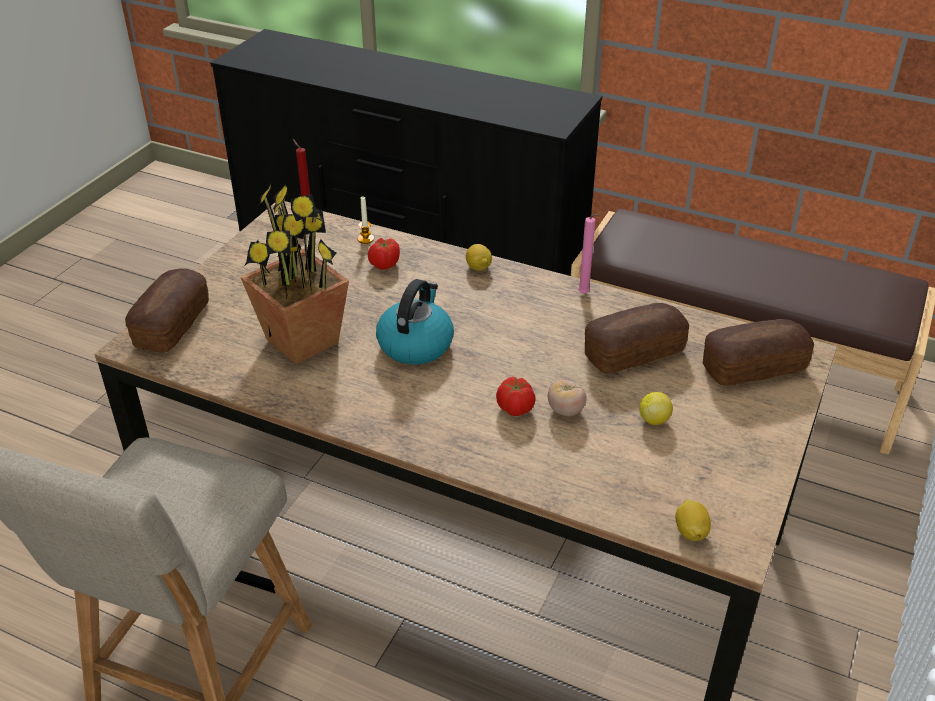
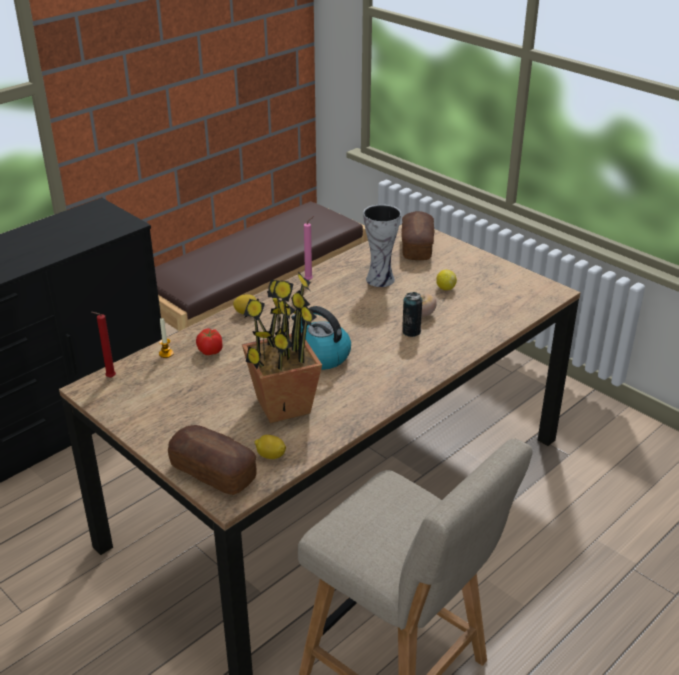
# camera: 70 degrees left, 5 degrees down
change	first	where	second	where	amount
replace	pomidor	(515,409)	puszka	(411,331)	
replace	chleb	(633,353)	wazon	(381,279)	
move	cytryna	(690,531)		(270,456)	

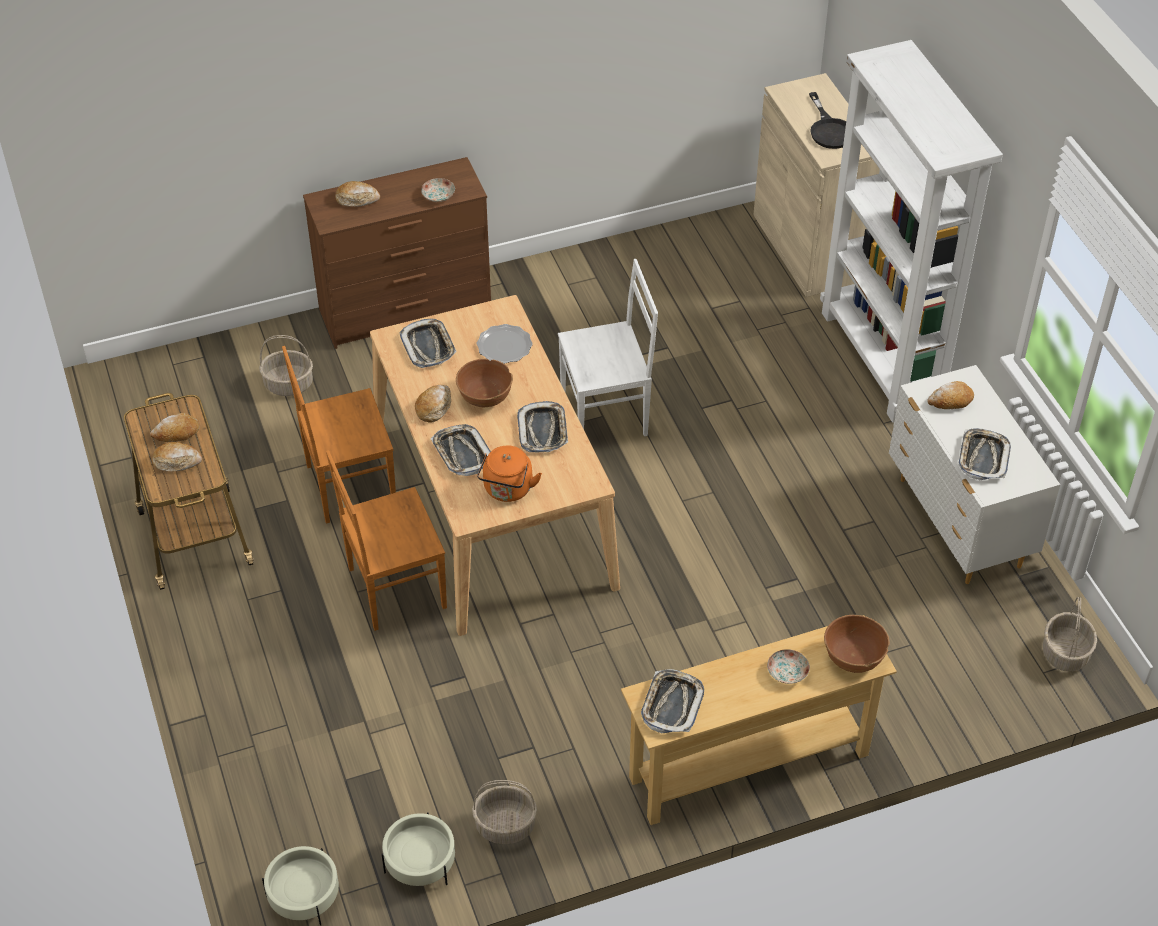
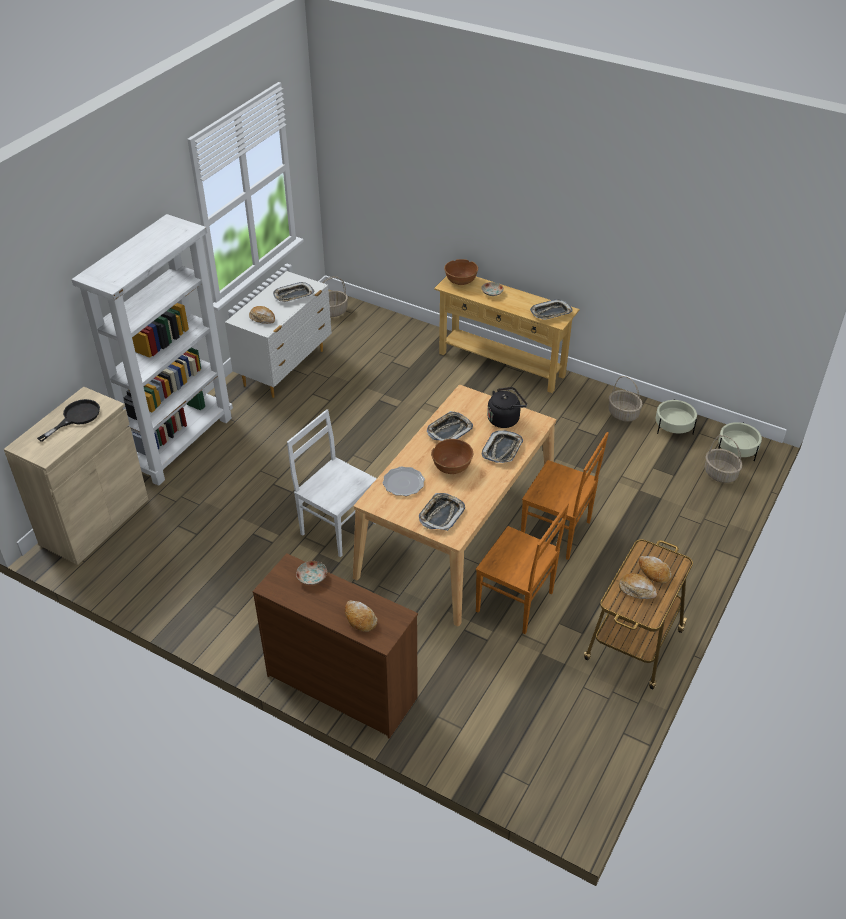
# camera: 130 degrees left, 5 degrees down
change	first	where	second	where	amount
move	koszyk	(289,384)		(720,474)	
delete	chleb	(434,407)			
recolor	czajnik/pomarańczowy	(507,490)	czajnik/czarny	(505,419)	

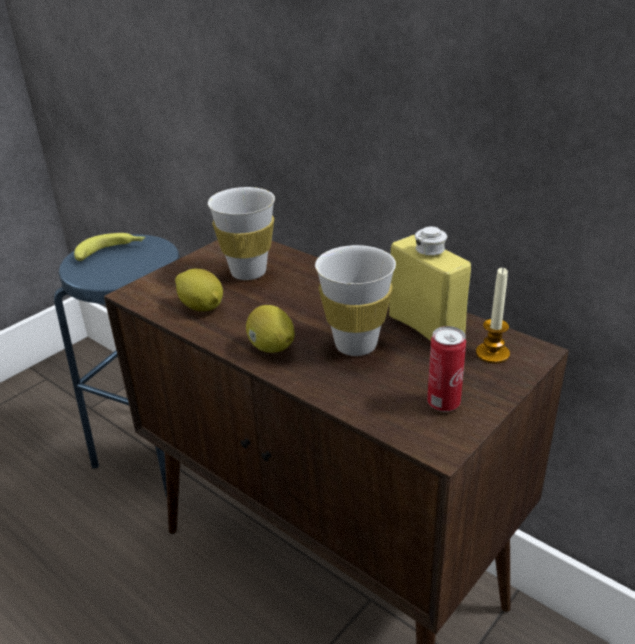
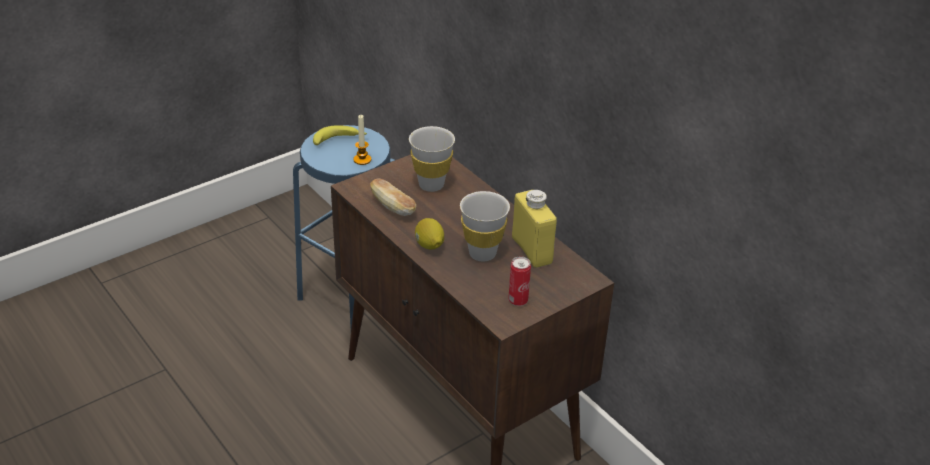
# camera: 10 degrees right, 5 degrees up
change	first	where	second	where	amount
replace	cytryna	(201,307)	chleb	(393,207)	
move	świeca	(492,354)		(362,160)	

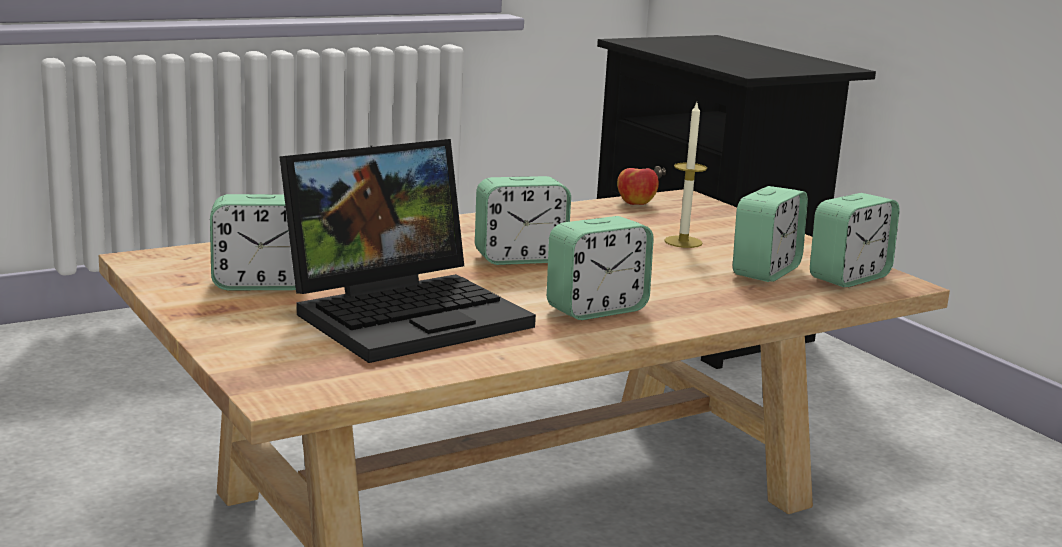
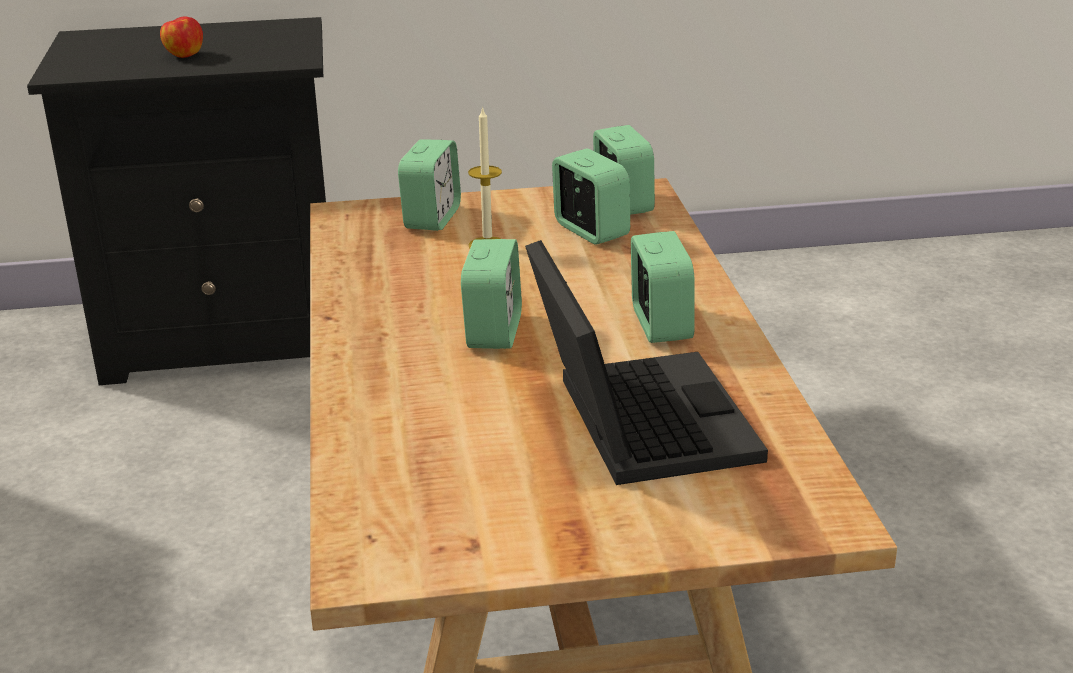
# camera: 65 degrees left, 10 degrees up
change	first	where	second	where	amount
move	budzik	(261,284)		(432,218)	
move	jabłko	(636,203)		(184,55)	

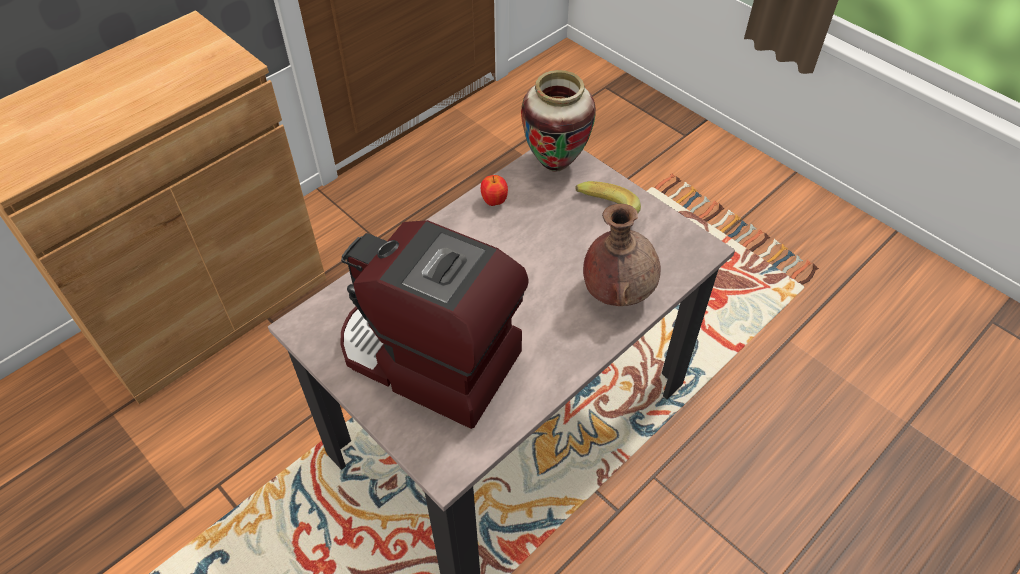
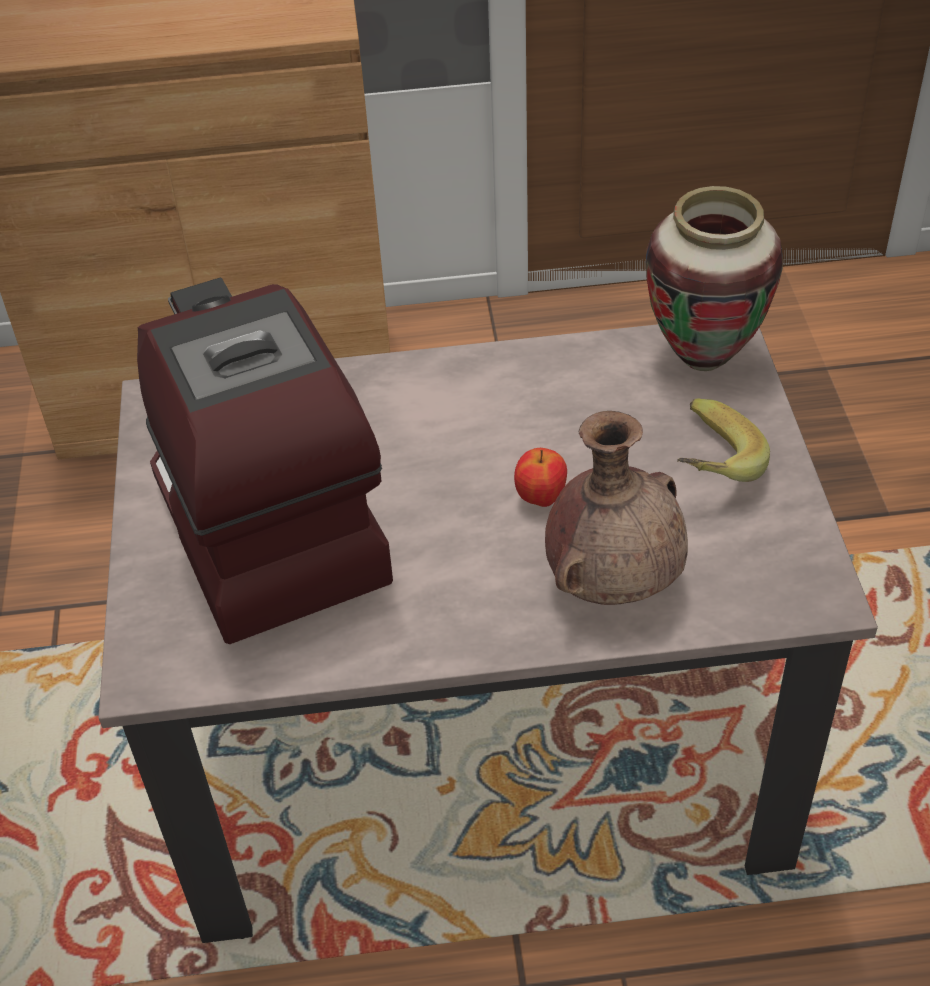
# camera: 40 degrees right, 5 degrees down
change	first	where	second	where	amount
move	jabłko	(494,201)		(540,498)	

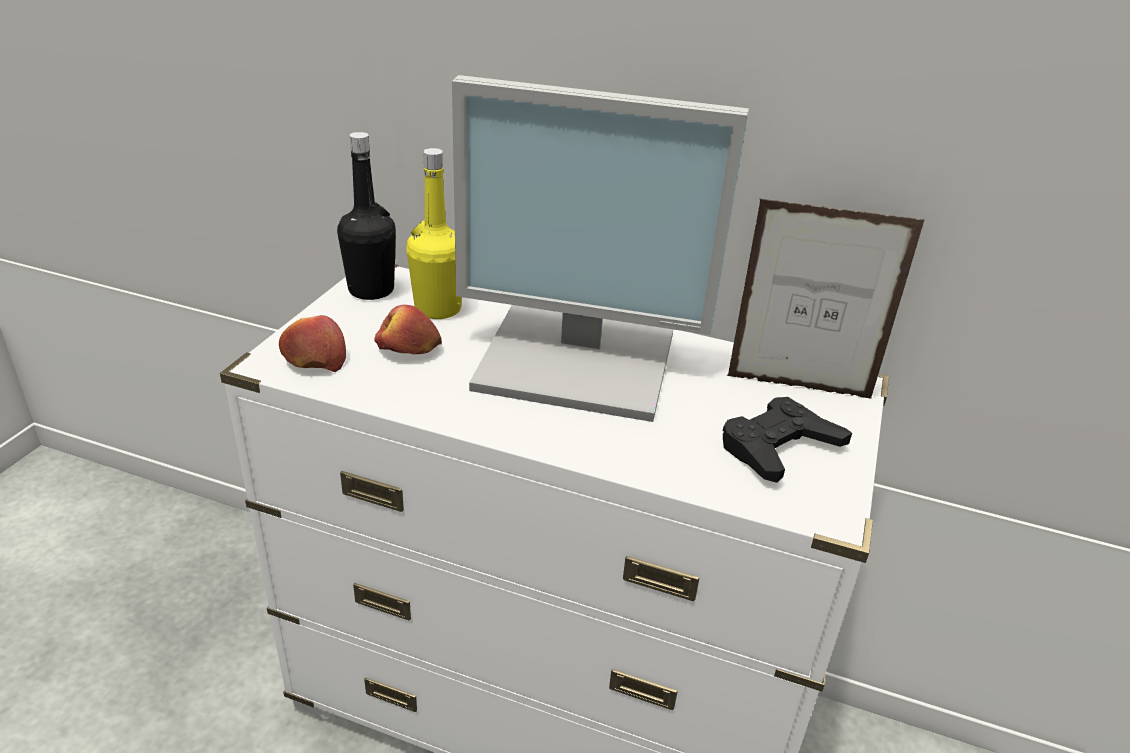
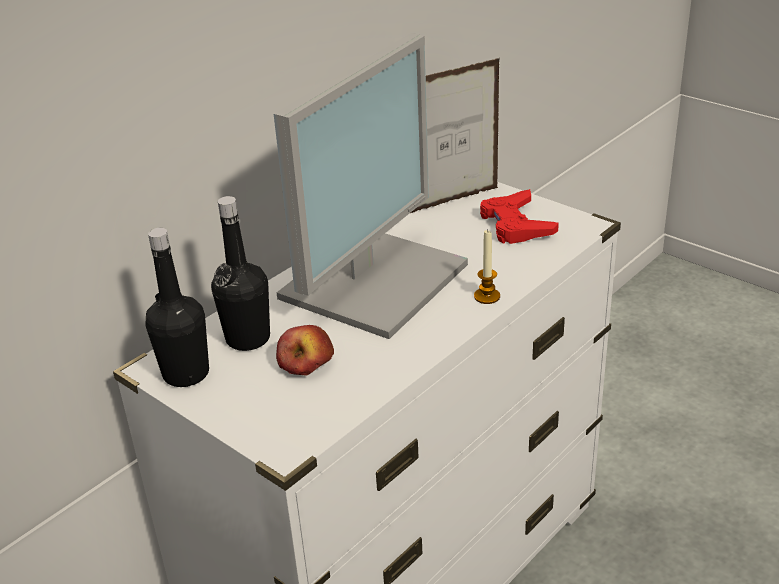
# camera: 65 degrees left, 0 degrees up
change	first	where	second	where	amount
delete	jabłko	(314,359)			
recolor	butelka/żółty	(438,309)	butelka/czarny	(248,338)	
recolor	pad do gier/czarny	(778,447)	pad do gier/czerwony	(515,224)	
rotate	ramka na zdjęcie	(797,387)		(453,200)	150 degrees counterclockwise
insert			świeca	(487,296)	

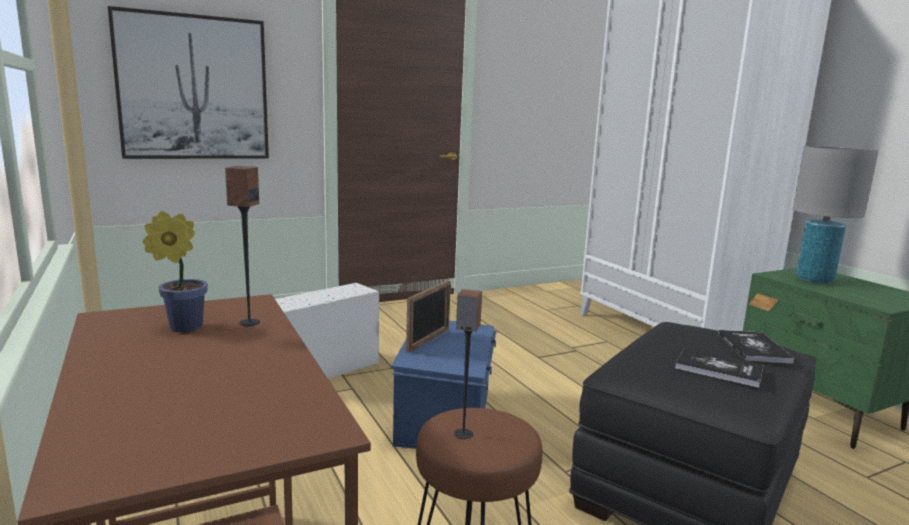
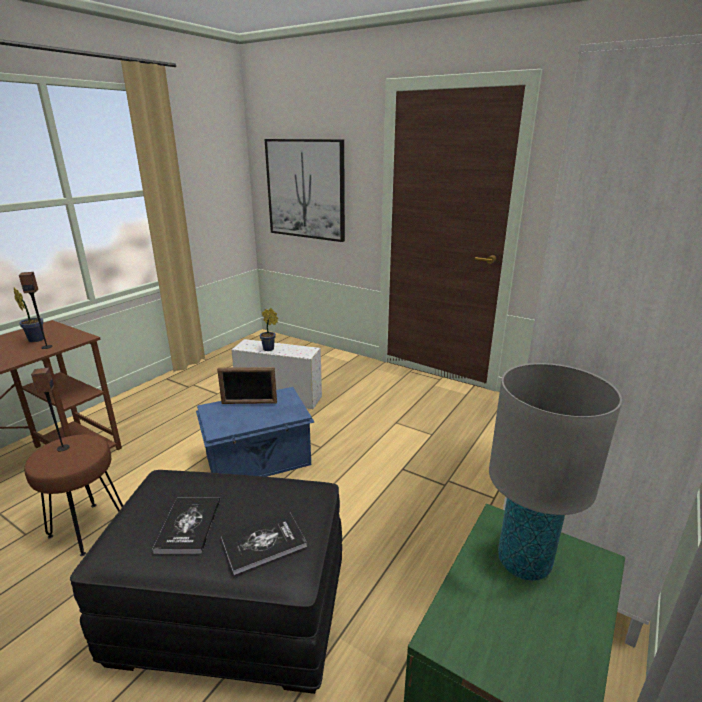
# camera: 60 degrees right, 10 degrees up
change	first	where	second	where	amount
insert			roślina doniczkowa	(270,349)	

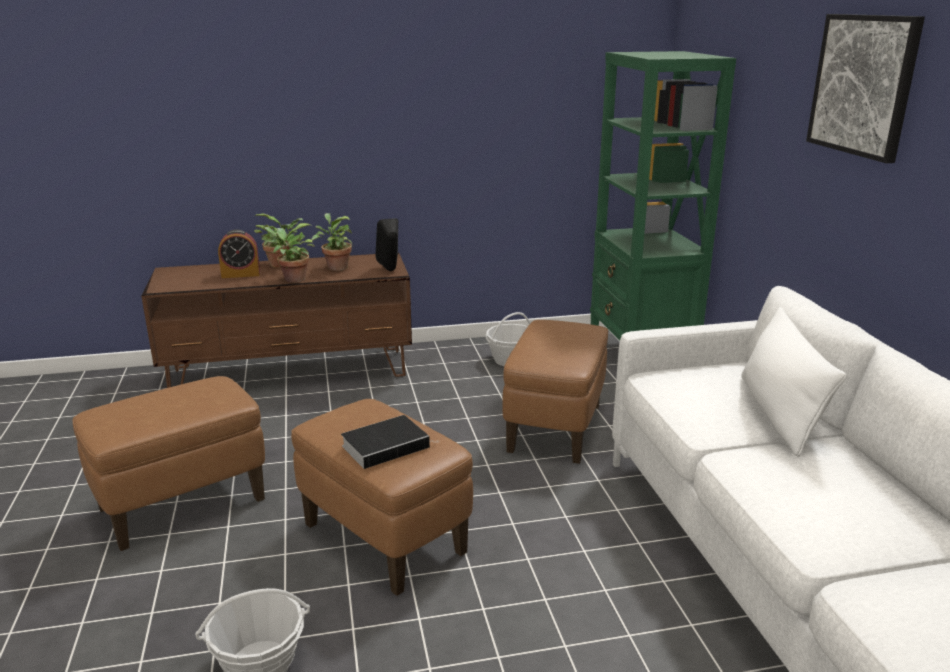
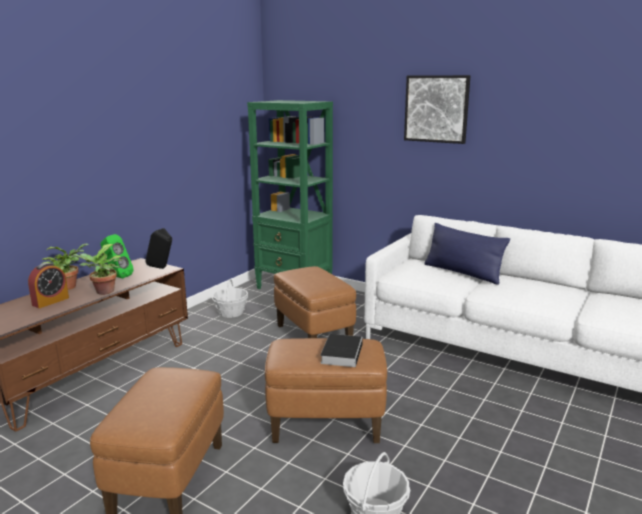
# camera: 45 degrees left, 5 degrees down
change	first	where	second	where	amount
replace	roślina doniczkowa	(336,267)	głośnik/zielony	(117,276)	
recolor	poduszka/biały	(778,413)	poduszka/niebieski	(462,273)	

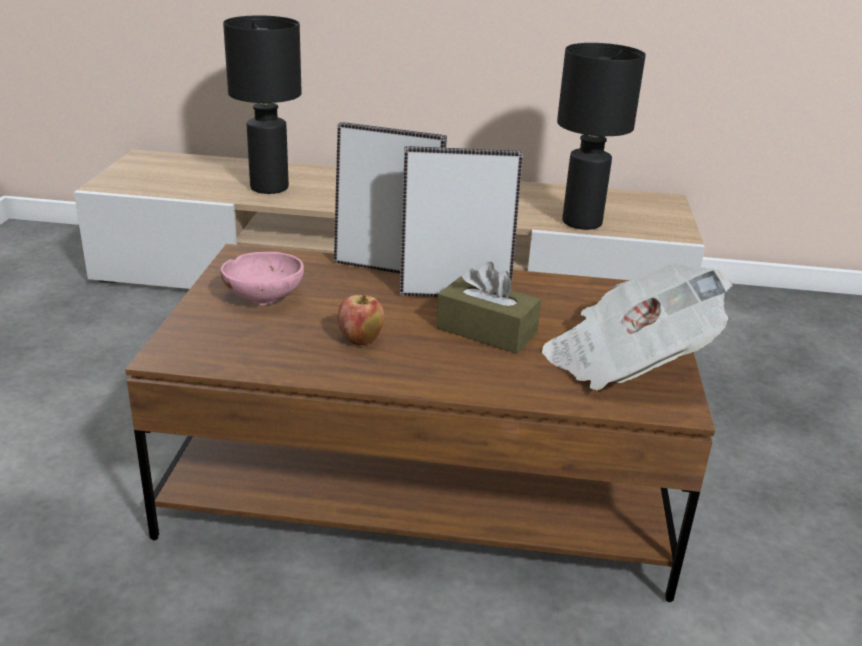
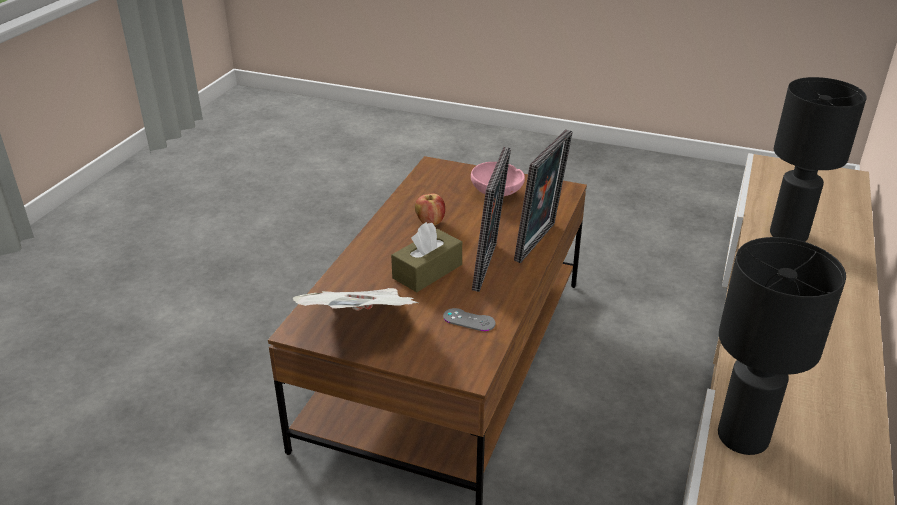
# camera: 105 degrees right, 5 degrees up
change	first	where	second	where	amount
insert			pad do gier/szary	(469,320)	

